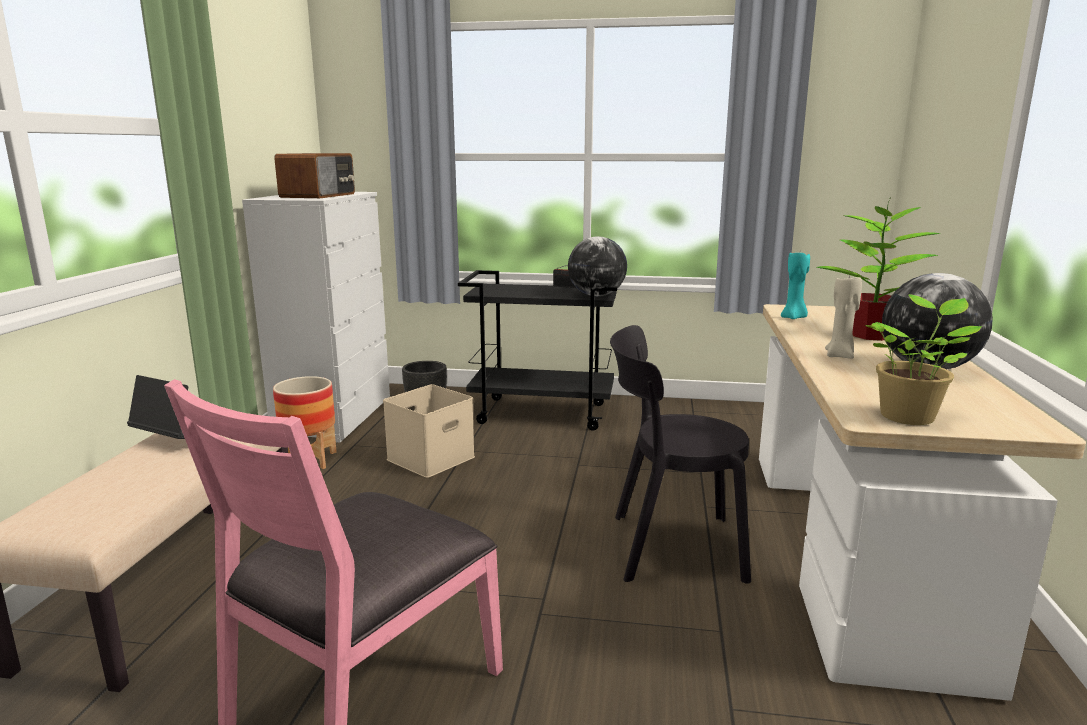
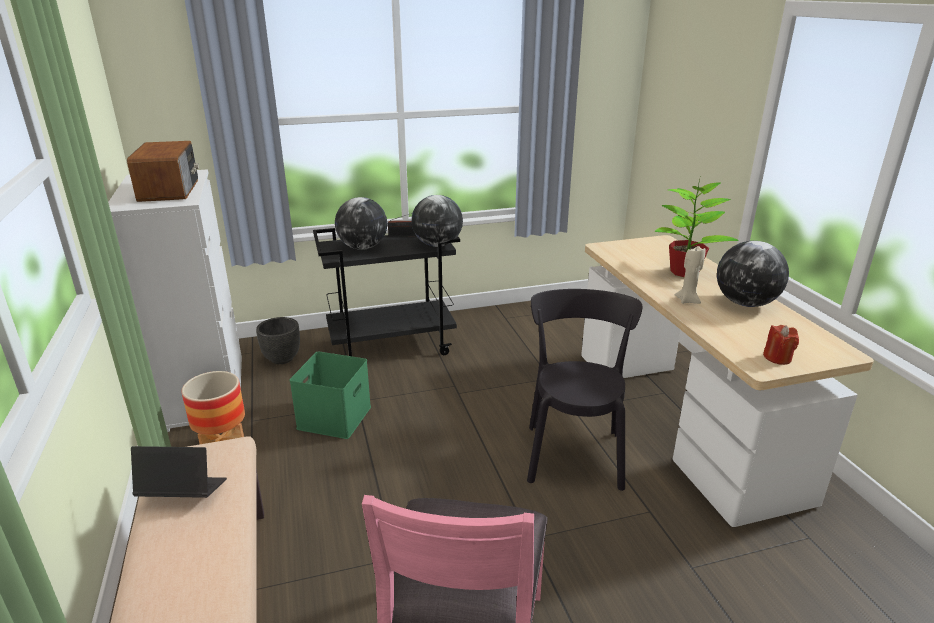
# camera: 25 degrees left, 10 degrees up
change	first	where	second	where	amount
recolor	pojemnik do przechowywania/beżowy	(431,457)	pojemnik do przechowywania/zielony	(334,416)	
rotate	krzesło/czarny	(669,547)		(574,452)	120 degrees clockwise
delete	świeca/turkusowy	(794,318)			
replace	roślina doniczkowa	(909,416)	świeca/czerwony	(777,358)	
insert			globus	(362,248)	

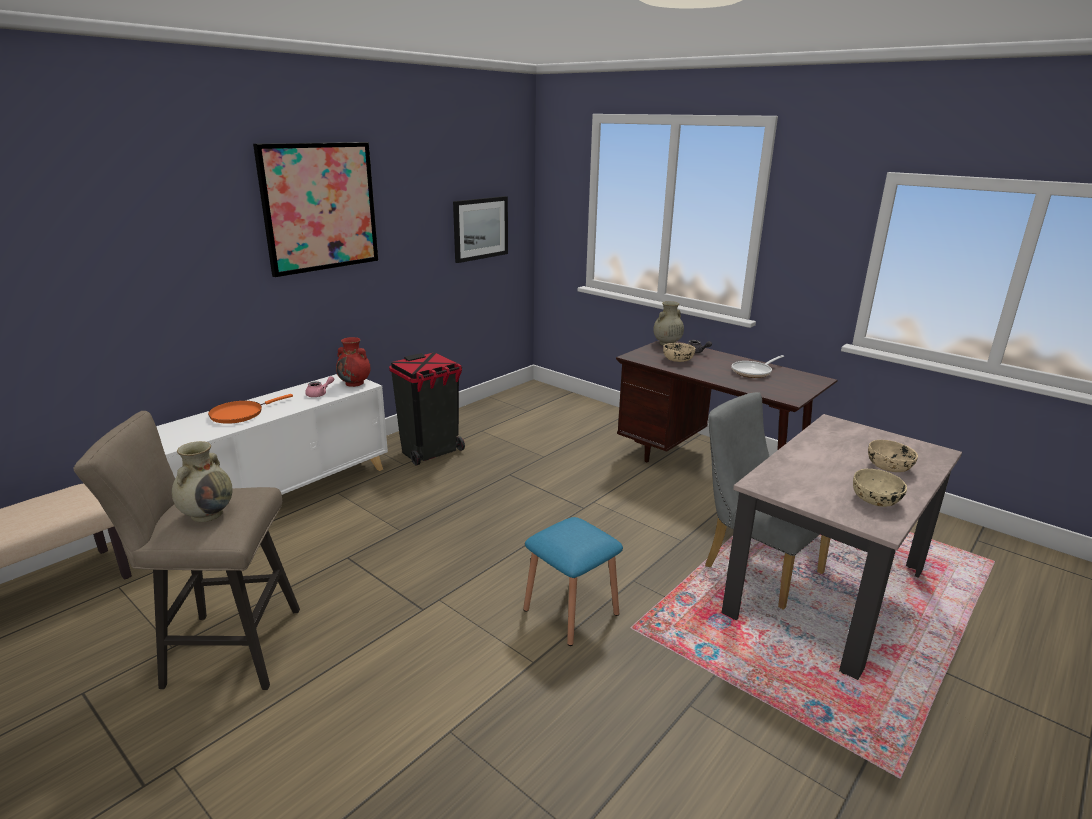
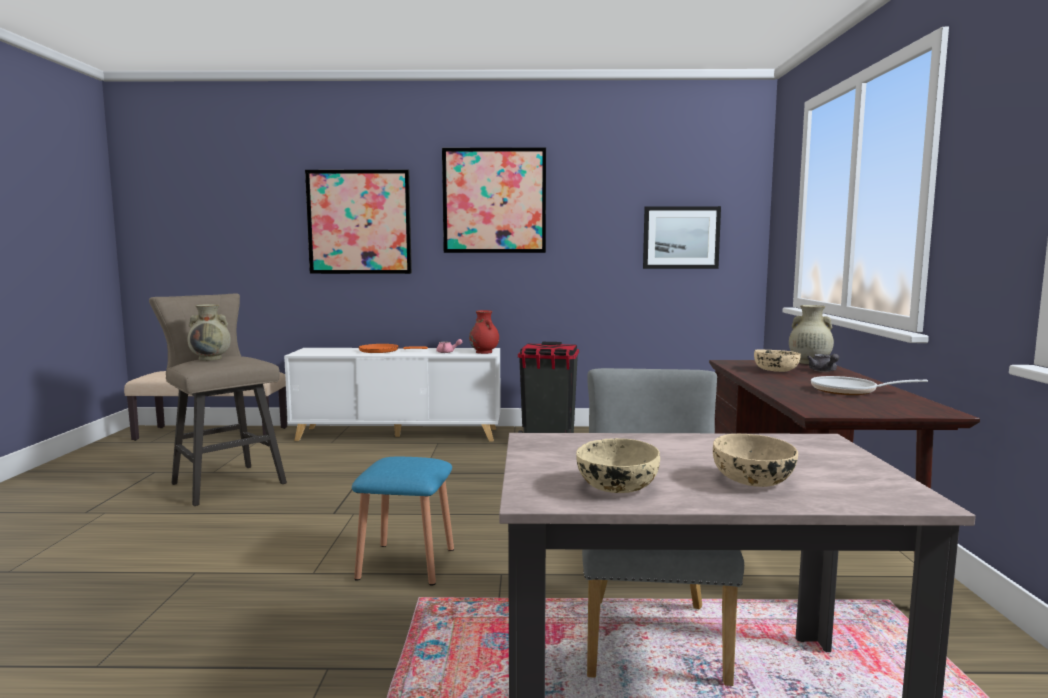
# camera: 50 degrees right, 15 degrees down
change	first	where	second	where	amount
insert			obraz	(359,222)	

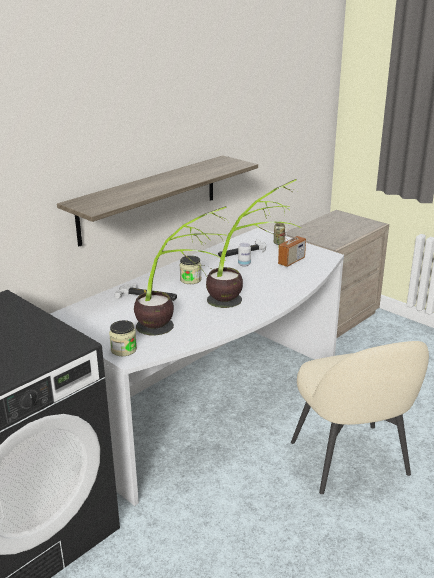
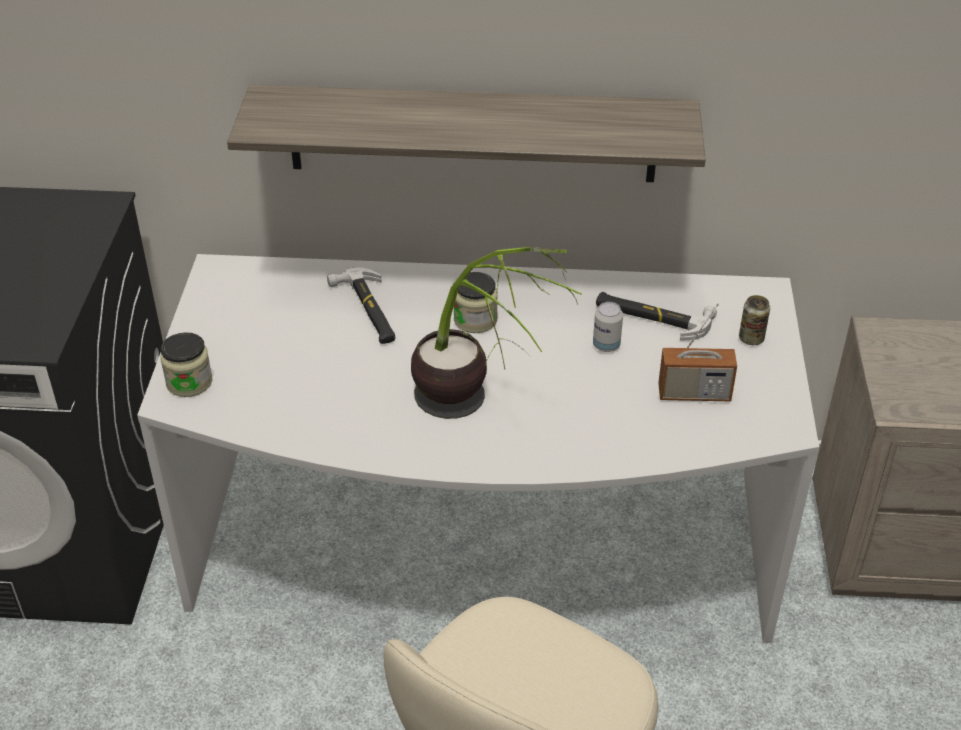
# camera: 50 degrees right, 15 degrees up
change	first	where	second	where	amount
delete	roślina doniczkowa	(177,329)			

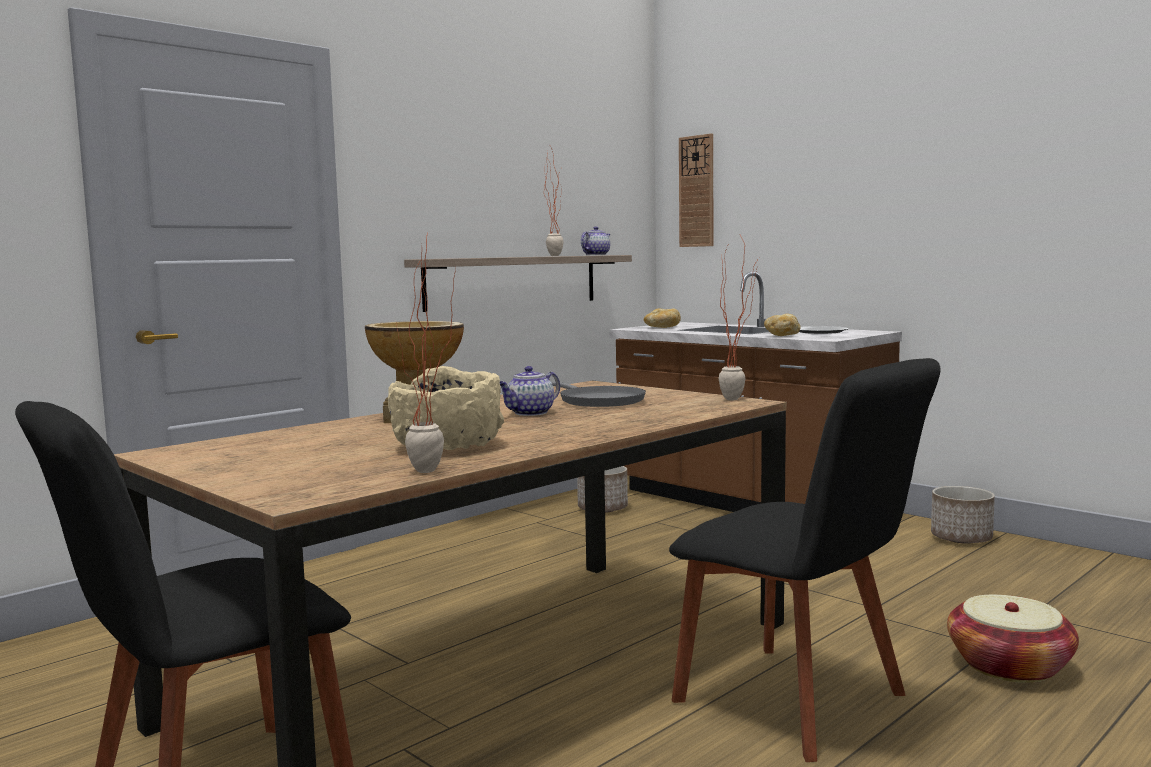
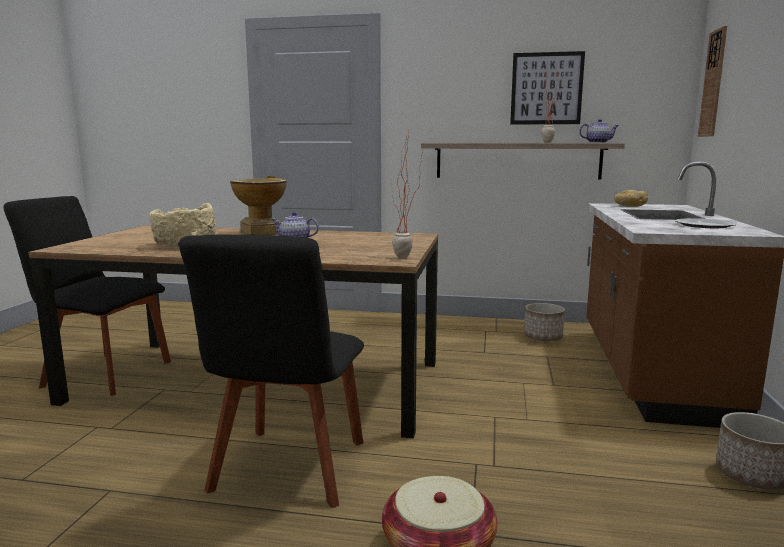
# camera: 55 degrees right, 5 degrees up
change	first	where	second	where	amount
delete	roślina doniczkowa	(432,473)			
delete	patelnia/szary	(598,401)			
delete	chleb	(782,335)			
insert			obraz	(546,88)	

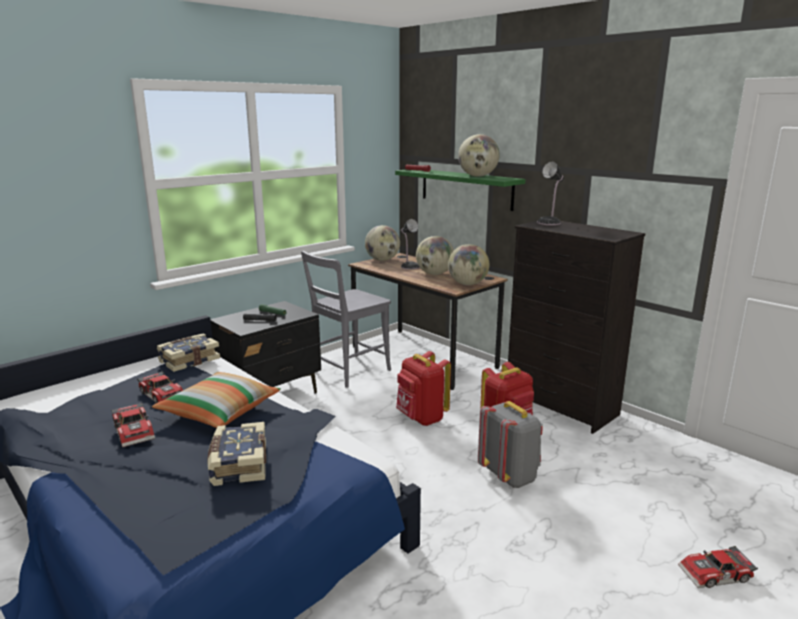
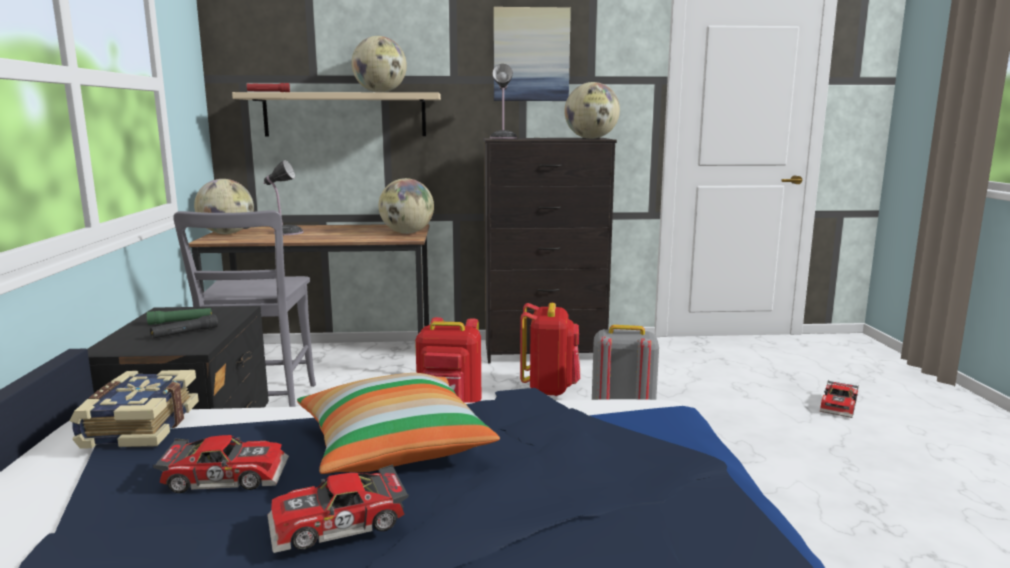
# camera: 50 degrees left, 5 degrees down
change	first	where	second	where	amount
rotate	samochodzik	(135,431)		(339,525)	150 degrees clockwise
delete	książka	(238,464)			
recolor	półka/zielony	(466,188)	półka/beżowy	(345,115)	
move	globus	(434,274)		(591,138)	
insert			obraz	(531,55)	

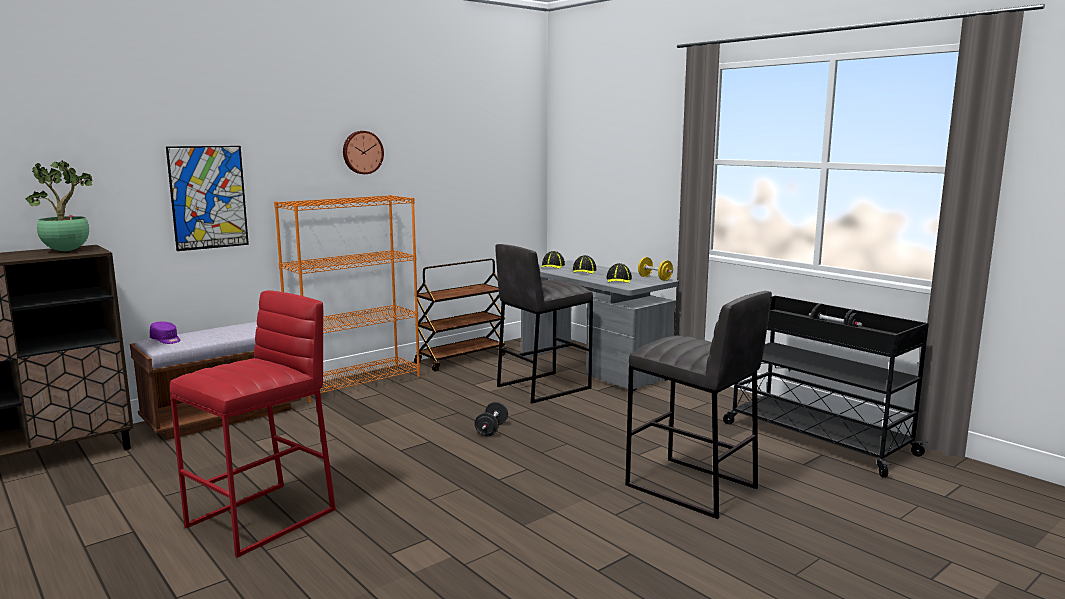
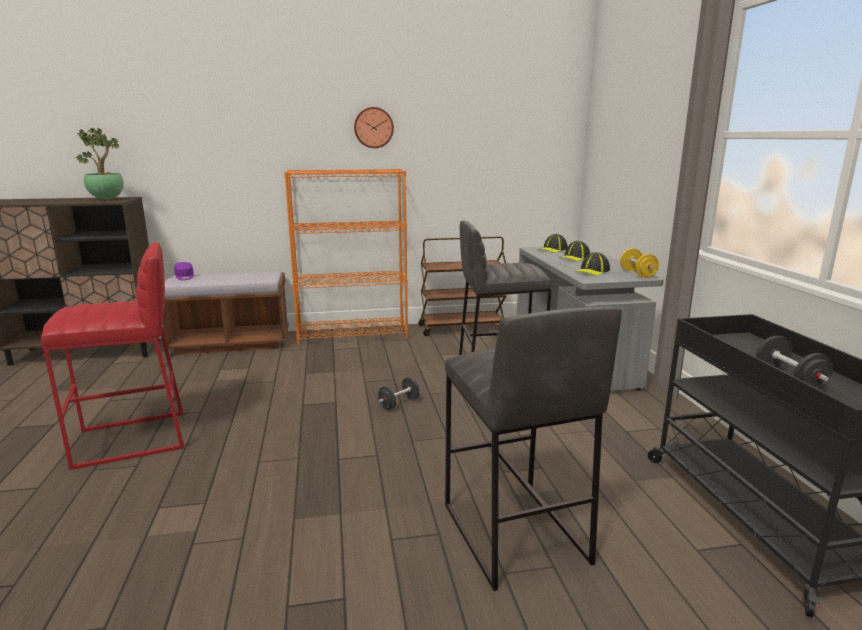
# camera: 30 degrees right, 5 degrees up
change	first	where	second	where	amount
delete	obraz	(208,197)			

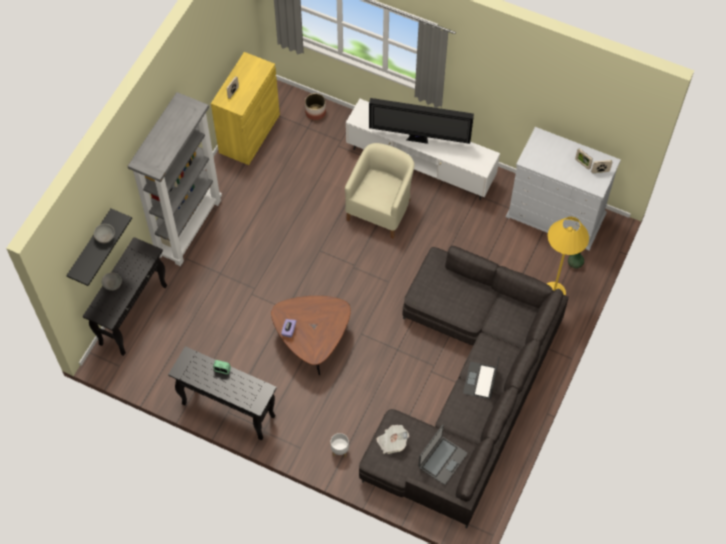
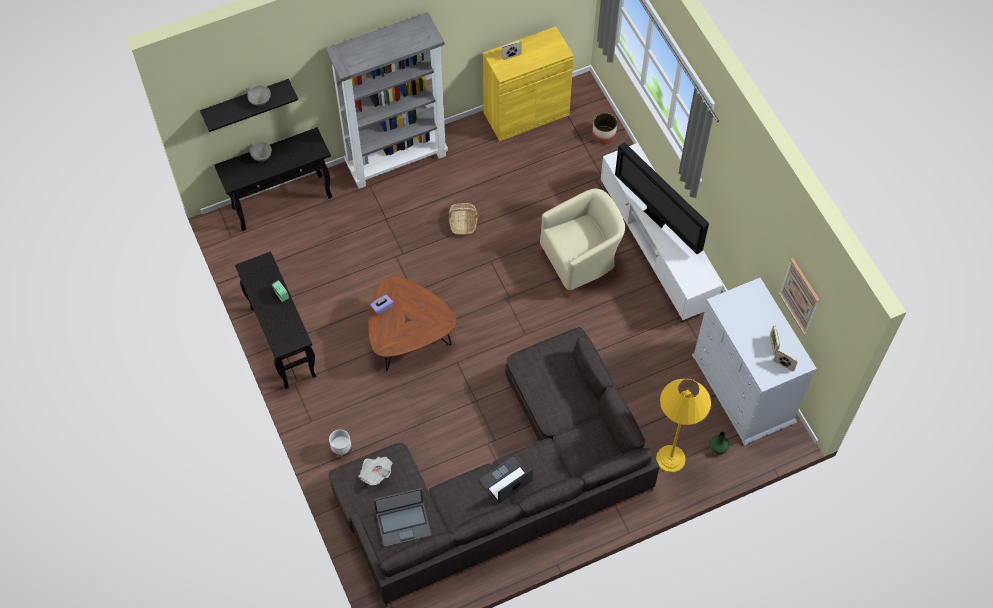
# camera: 40 degrees right, 0 degrees up
change	first	where	second	where	amount
insert			koszyk	(463,223)	
insert			obraz	(800,296)	

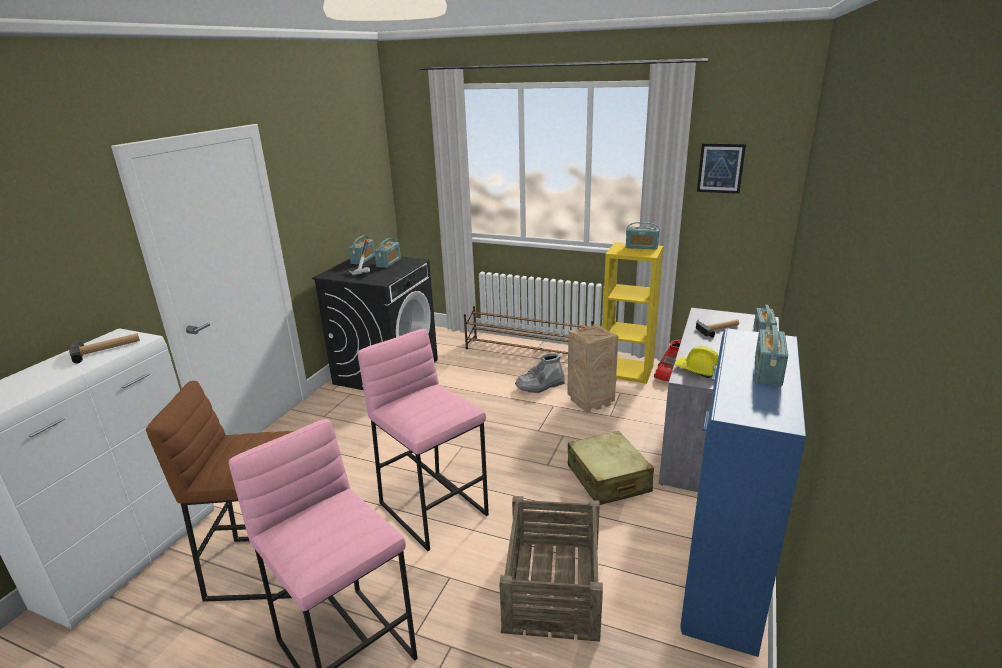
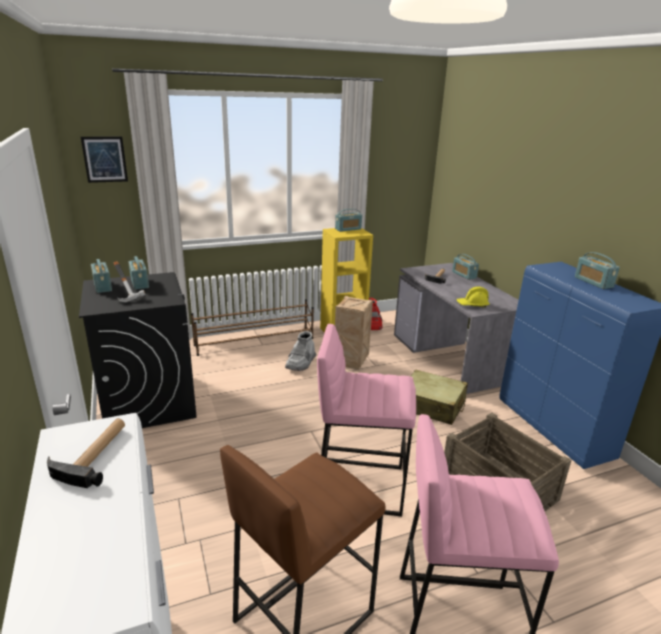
# camera: 45 degrees left, 0 degrees up
change	first	where	second	where	amount
move	obraz	(720,168)		(105,159)	

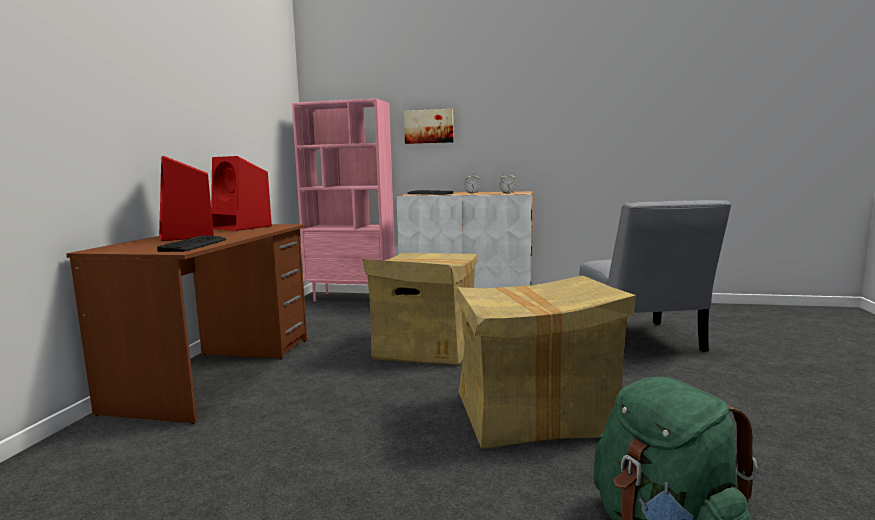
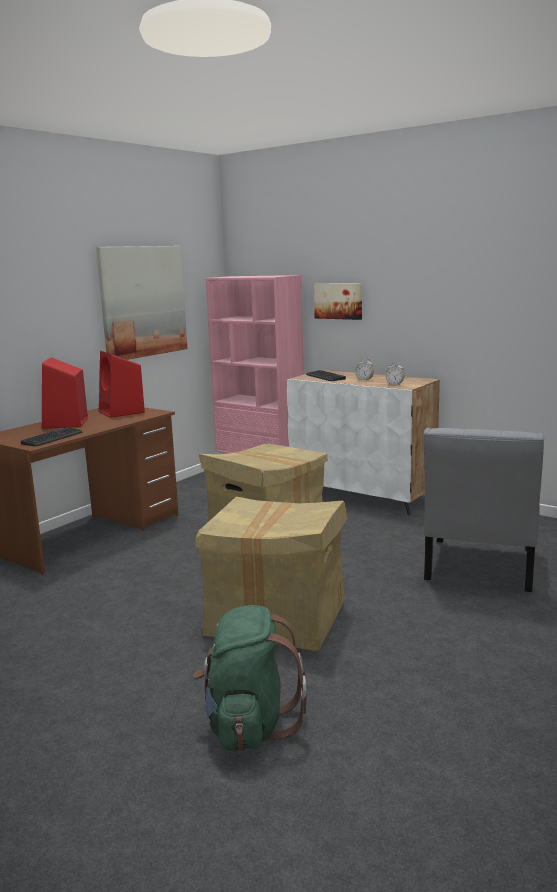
# camera: 25 degrees right, 5 degrees up
change	first	where	second	where	amount
insert			obraz	(142,301)	

